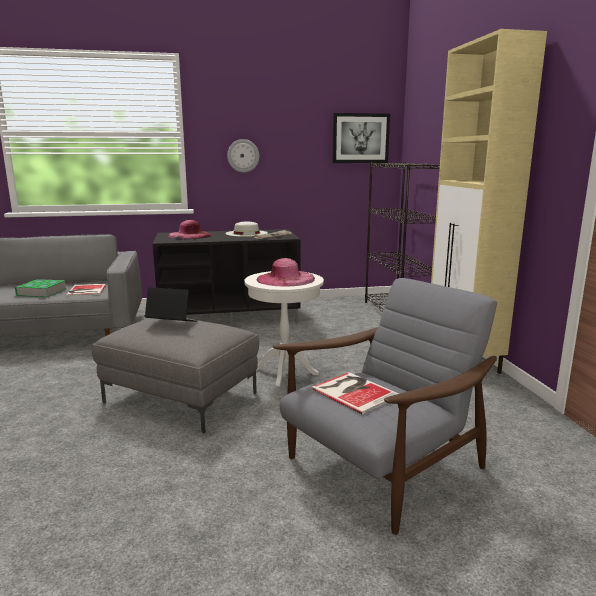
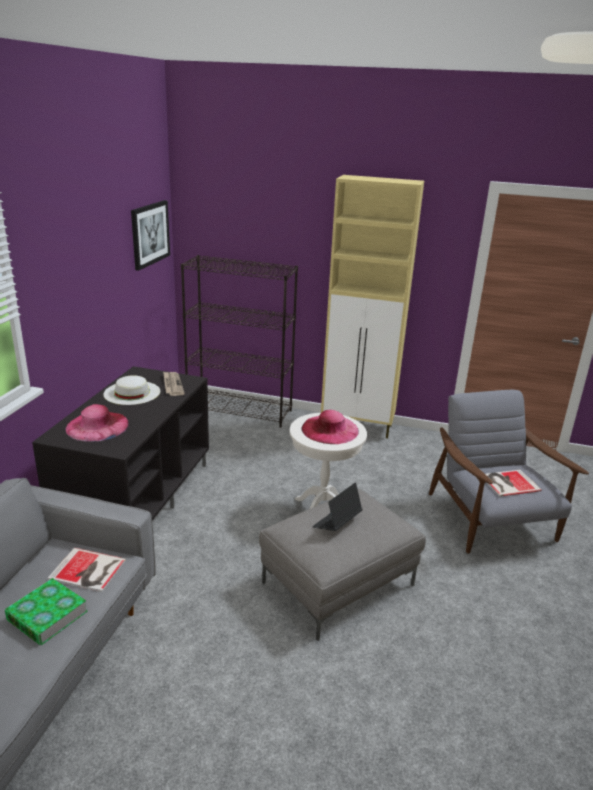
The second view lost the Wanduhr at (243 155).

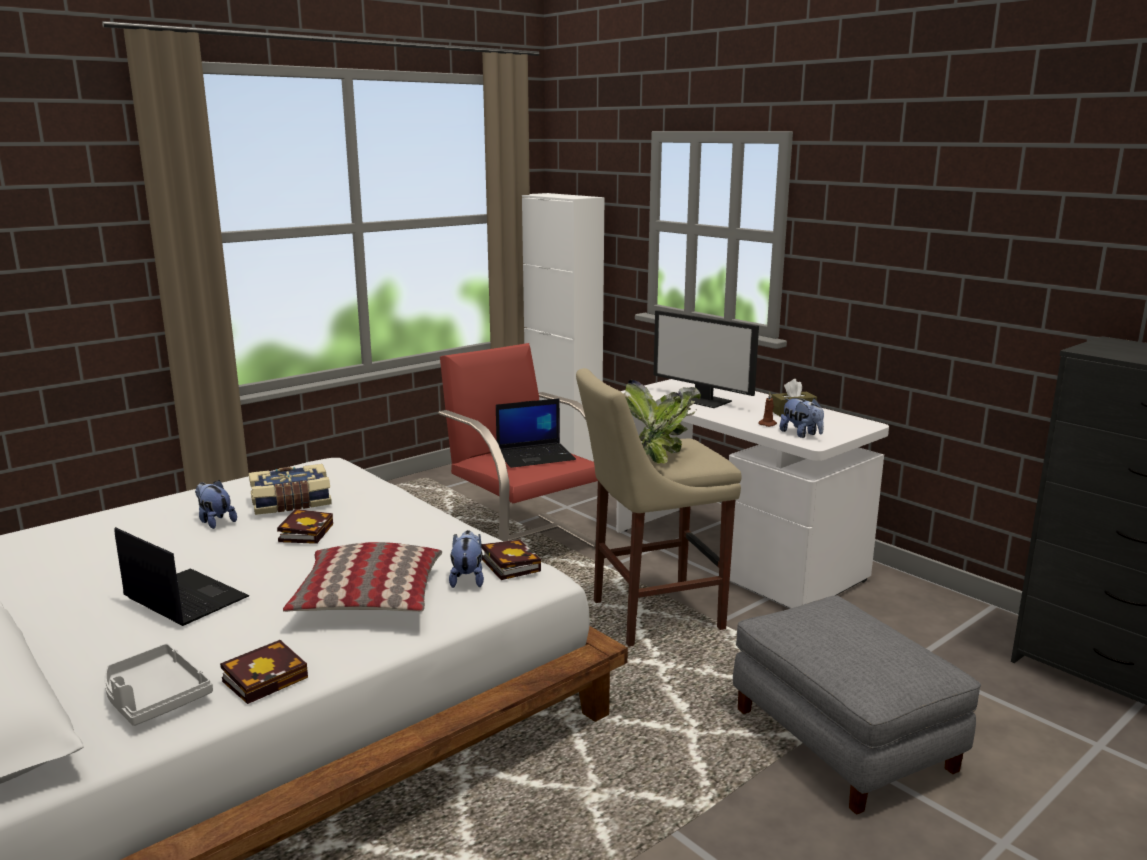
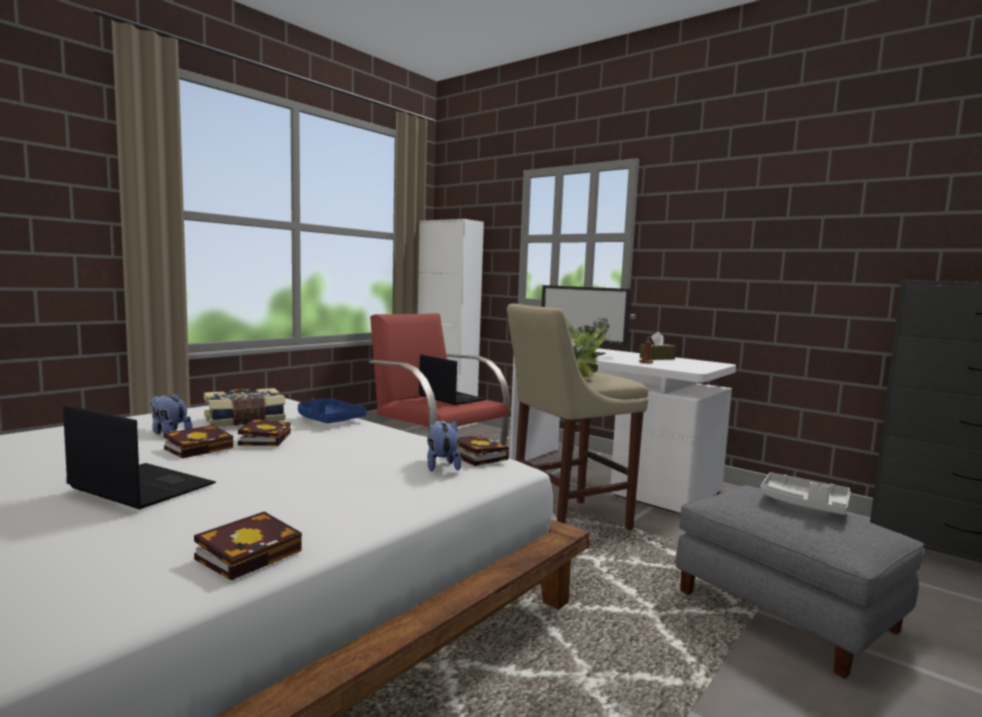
The second view lost the Kissen at (368 599).
The second view lost the Plüschtier at (801 434).
The second view gained the Buch at (201 447).
The second view gained the Tablett/blau at (328 420).
The Tablett/grau ended up elsewhere, having gone from (154 697) to (804 504).
The Laptop at (536 456) ended up facing another way, 105 degrees counterclockwise from before.

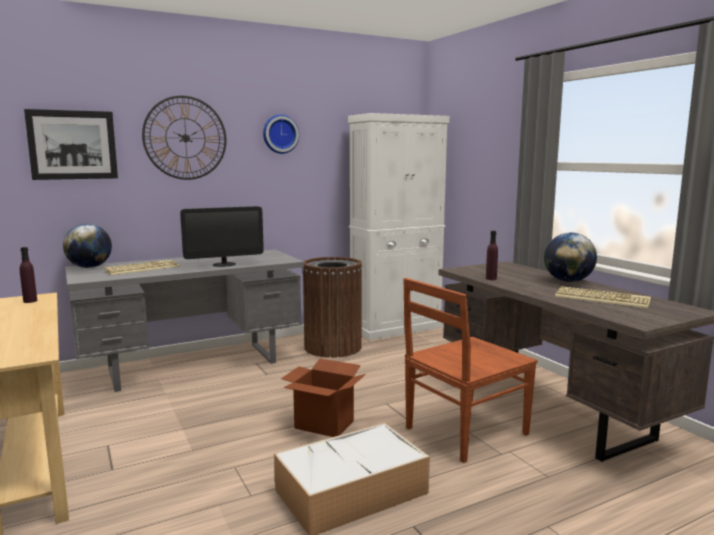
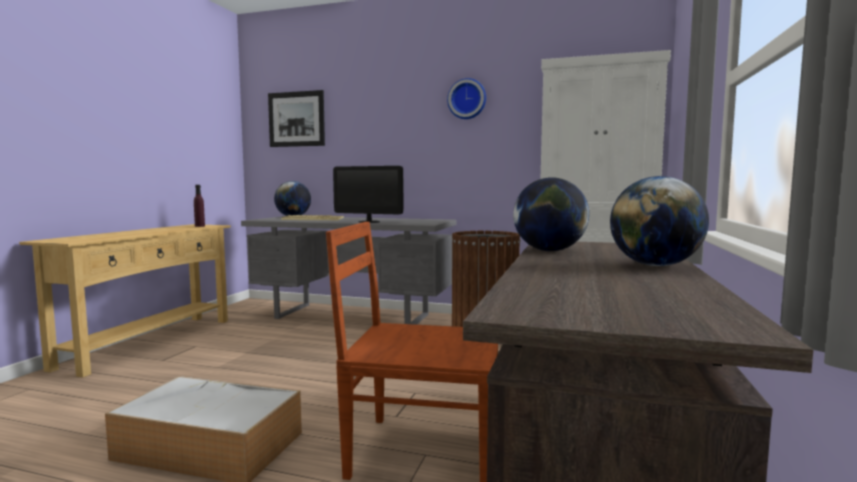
The second view lost the Wanduhr at (185 138).
The second view lost the Karton at (324 424).
The second view lost the Tastatur at (603 298).
Where the Flasche/lila stood at (491 278), the Globus came to stand at (549 251).

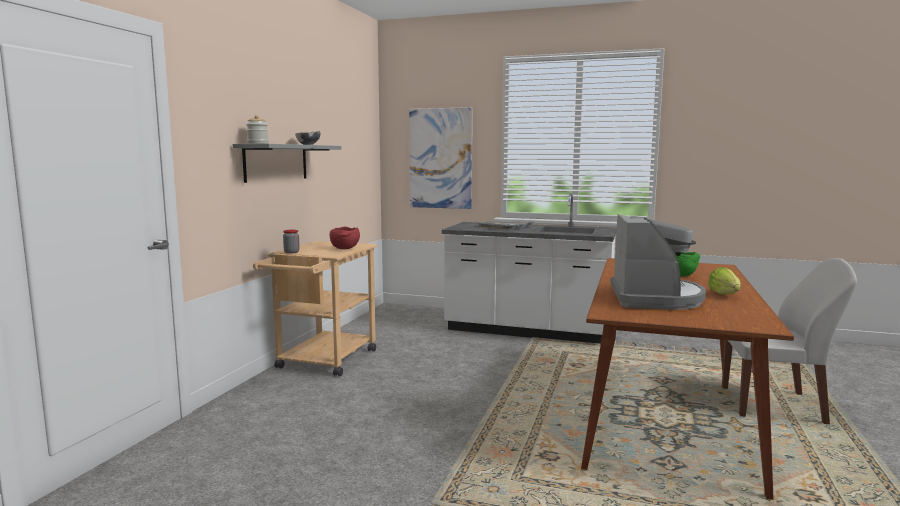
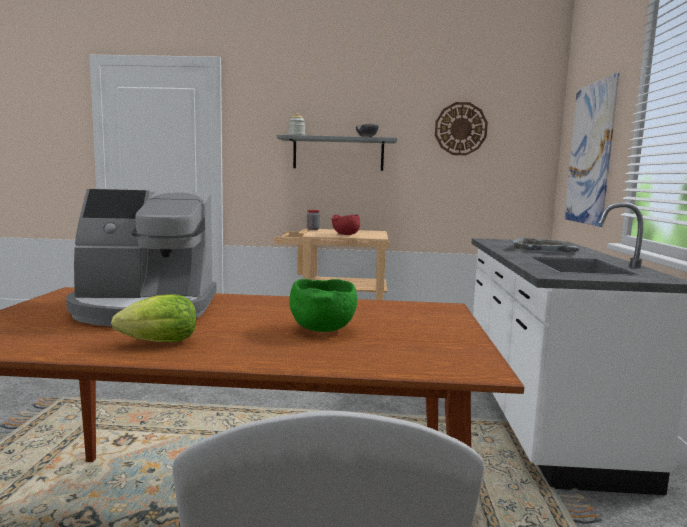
The second view gained the Wanduhr at (460 129).

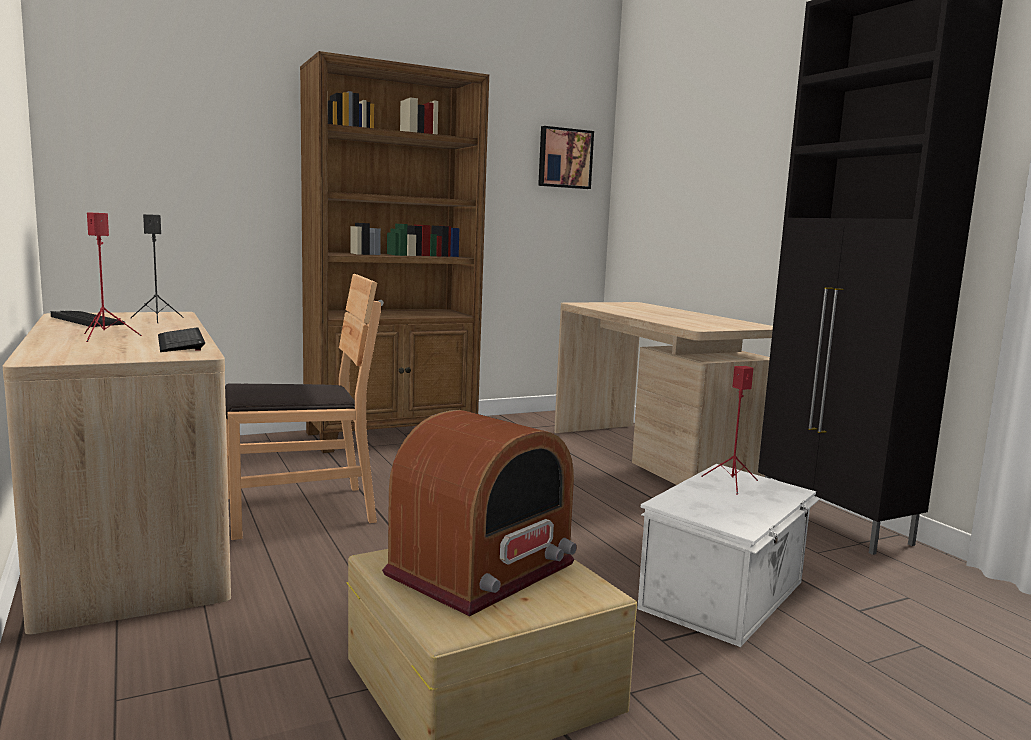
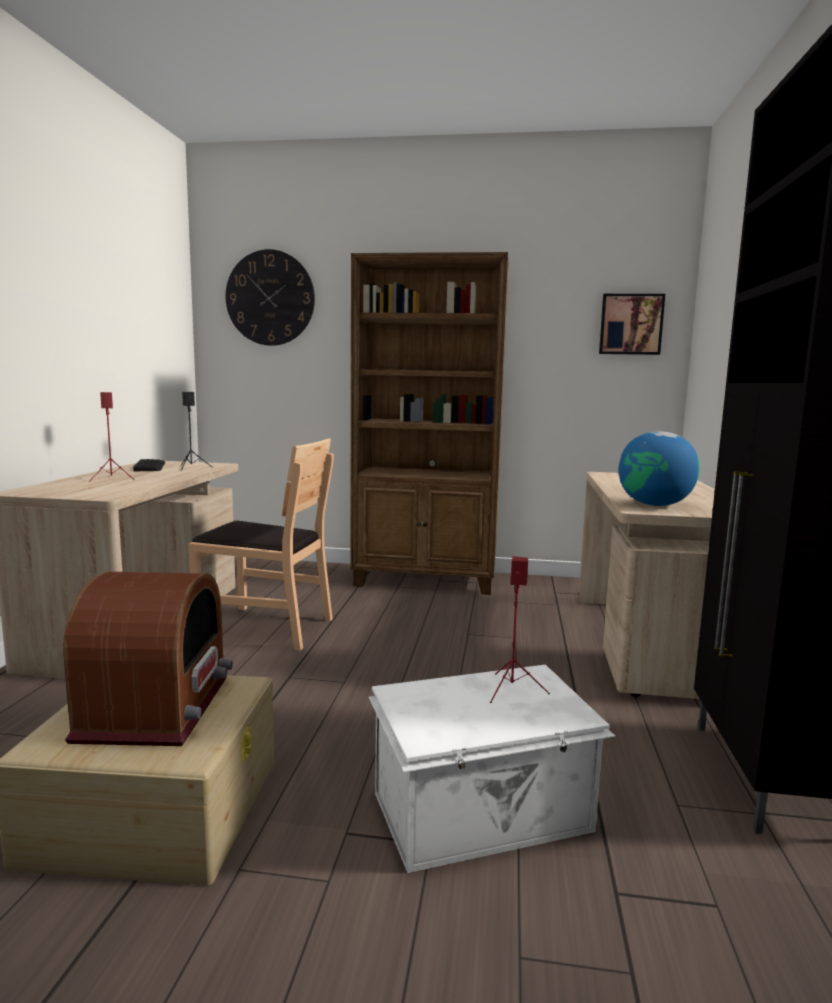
The second view lost the Tastatur at (180 342).
The second view gained the Wanduhr at (270 298).
The second view gained the Globus at (655 505).
The Radio at (482 569) ended up facing another way, 75 degrees counterclockwise from before.

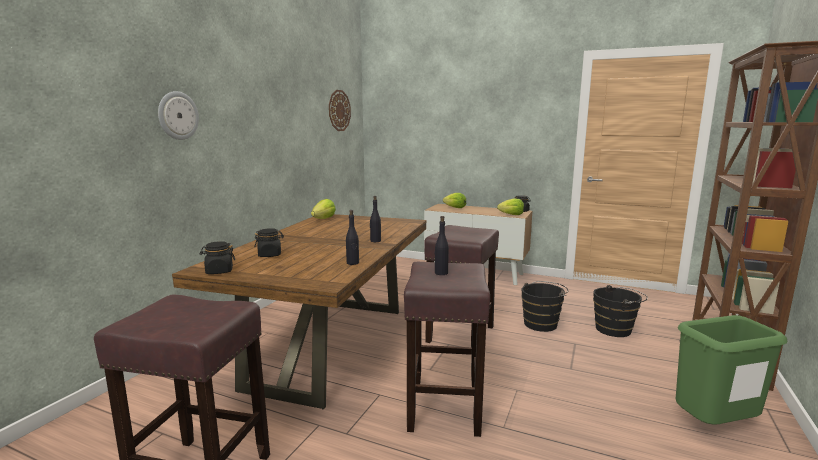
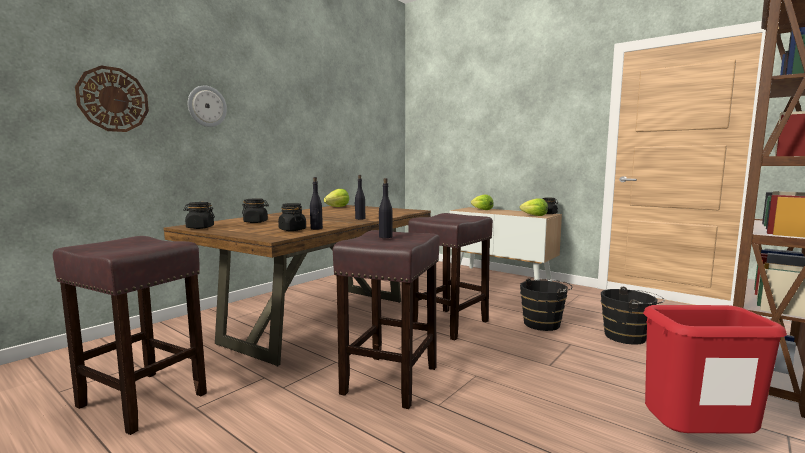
The second view gained the Vorratsglas/schwarz at (292 230).
The Wanduhr ended up elsewhere, having gone from (339 110) to (113 99).
What was the Mülleimer/grün at (714 428) turned into the Mülleimer/rot at (696 444).

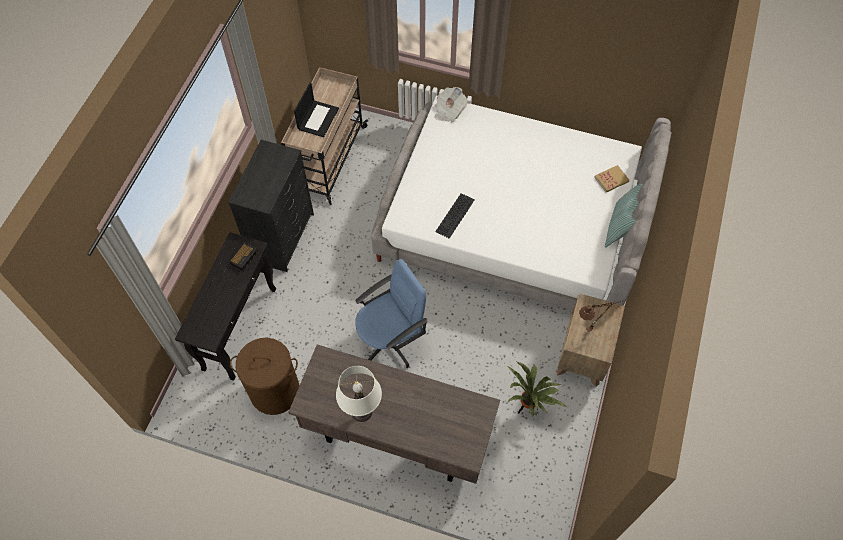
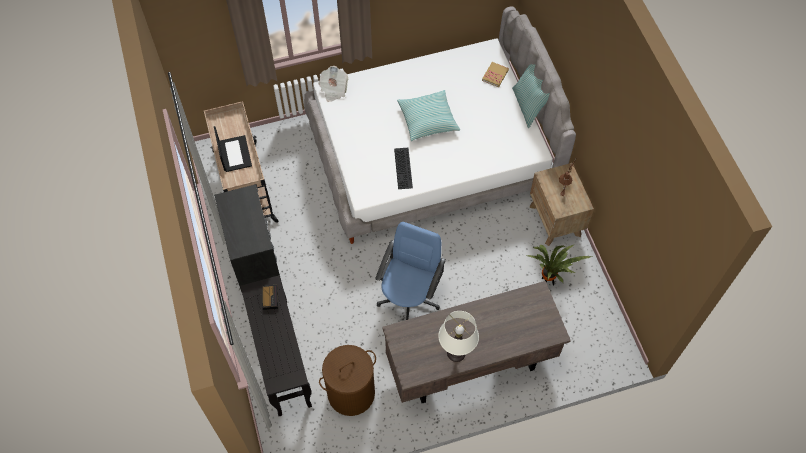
The second view gained the Kissen at (427 119).

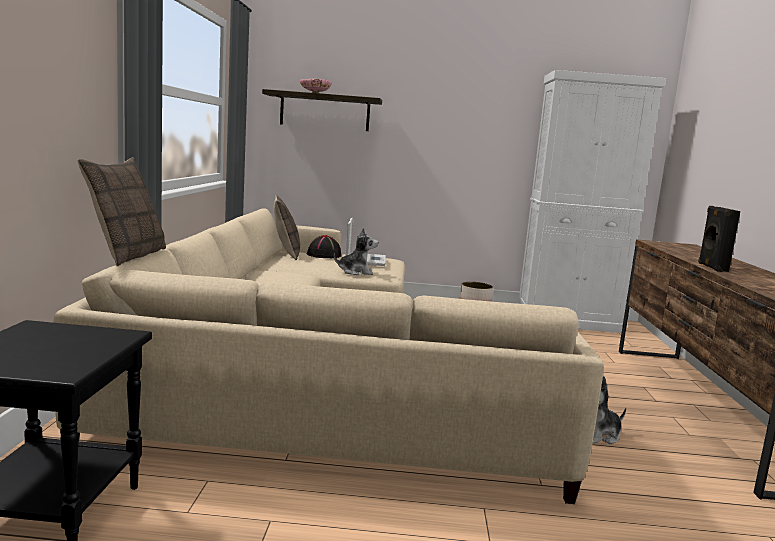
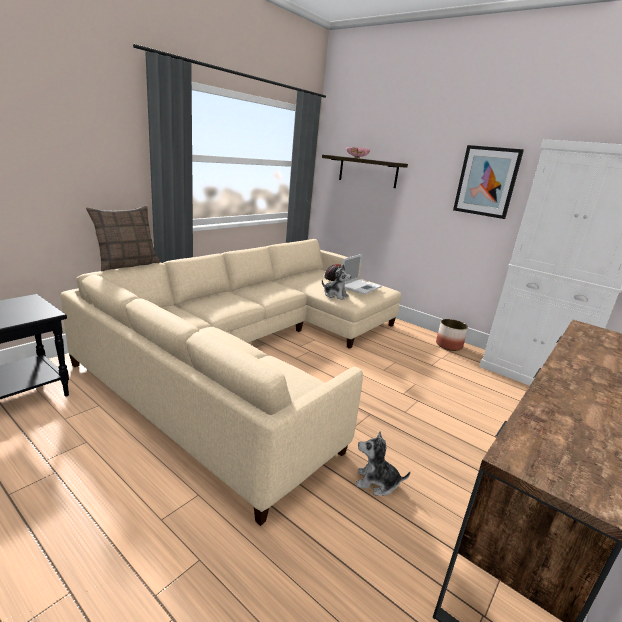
The second view lost the Kissen at (285 254).
The second view lost the Lautsprecher/schwarz at (711 267).
The second view gained the Bild at (486 181).

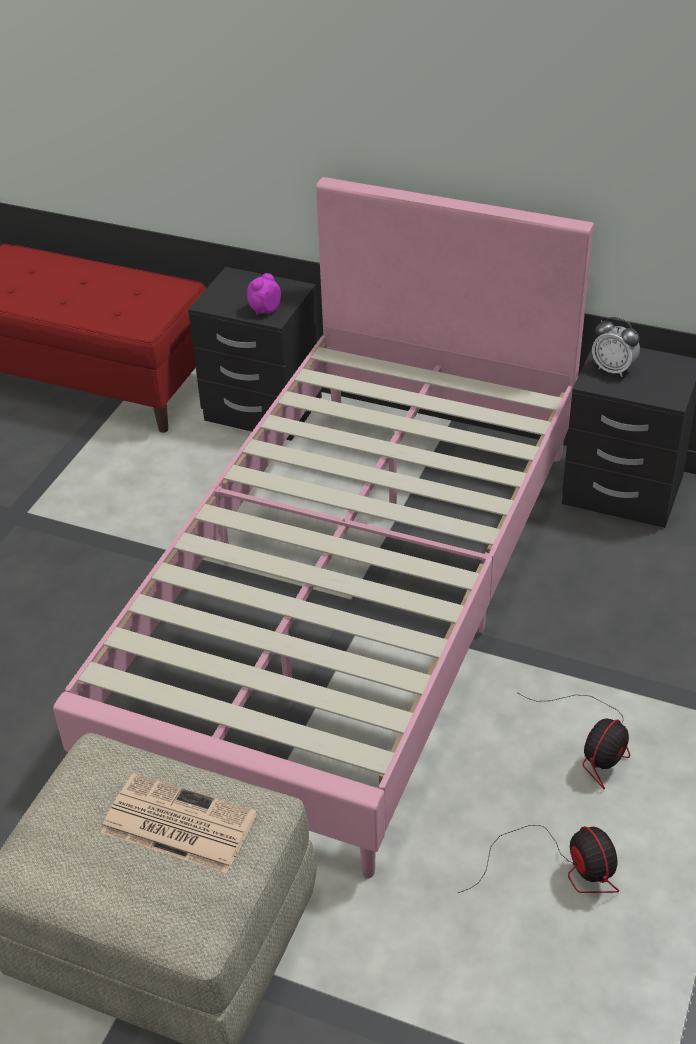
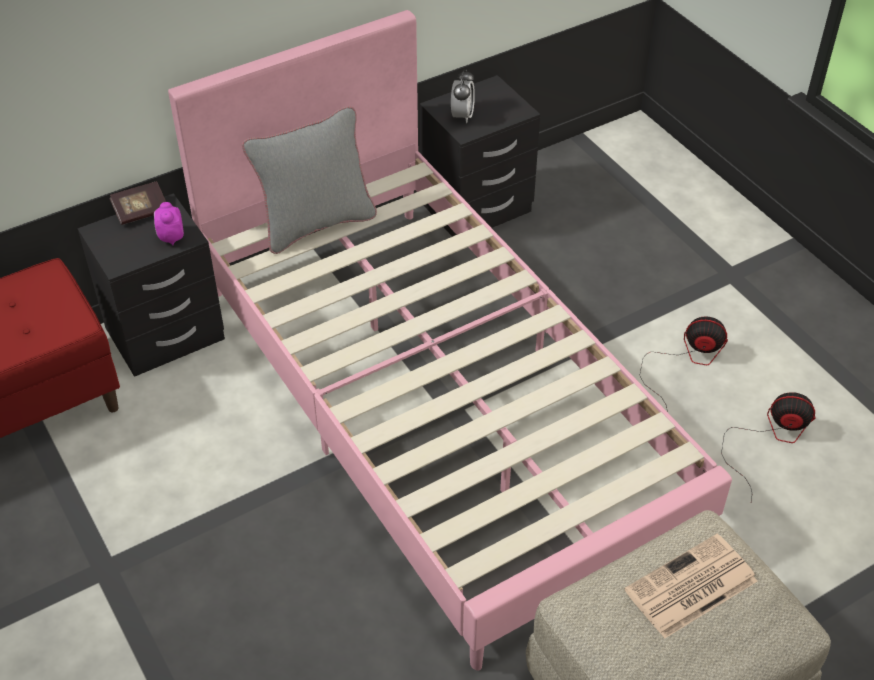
The second view gained the Buch at (141 212).
The second view gained the Kissen/grau at (316 224).
The Ventilator at (594 745) ended up facing another way, 60 degrees counterclockwise from before.
The Wecker at (613 369) ended up facing another way, 60 degrees counterclockwise from before.

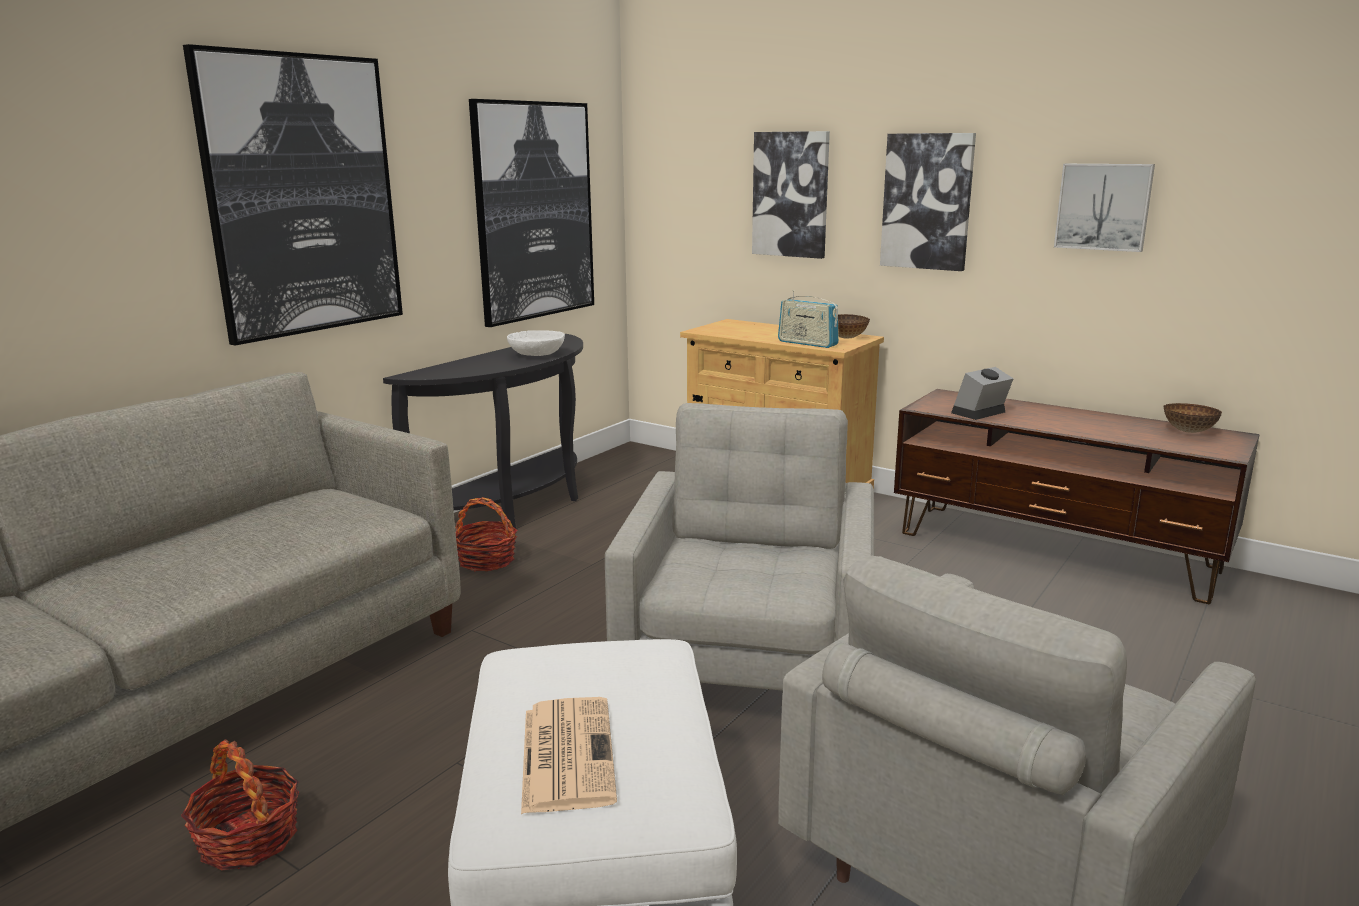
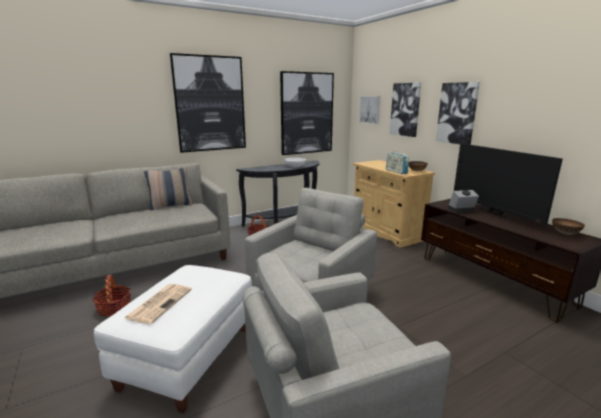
The second view gained the Kissen at (171 206).
The second view gained the Fernseher at (494 213).
The Bild ended up elsewhere, having gone from (1103 206) to (370 109).

